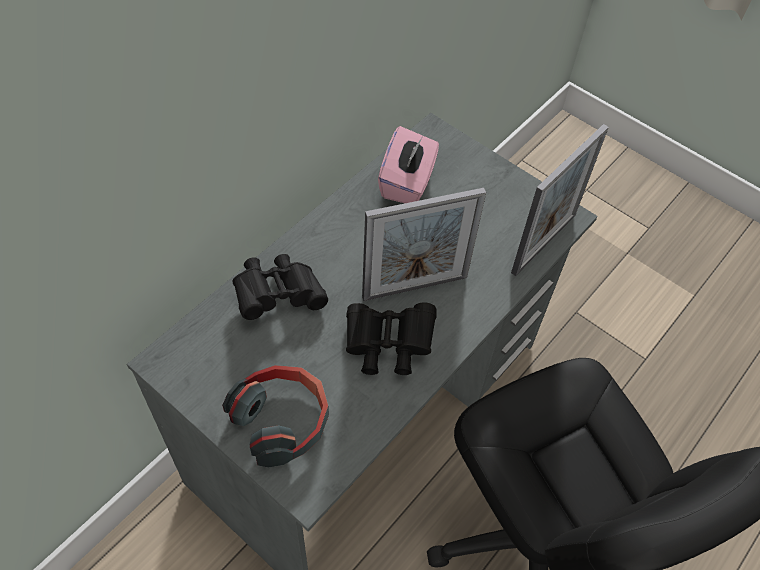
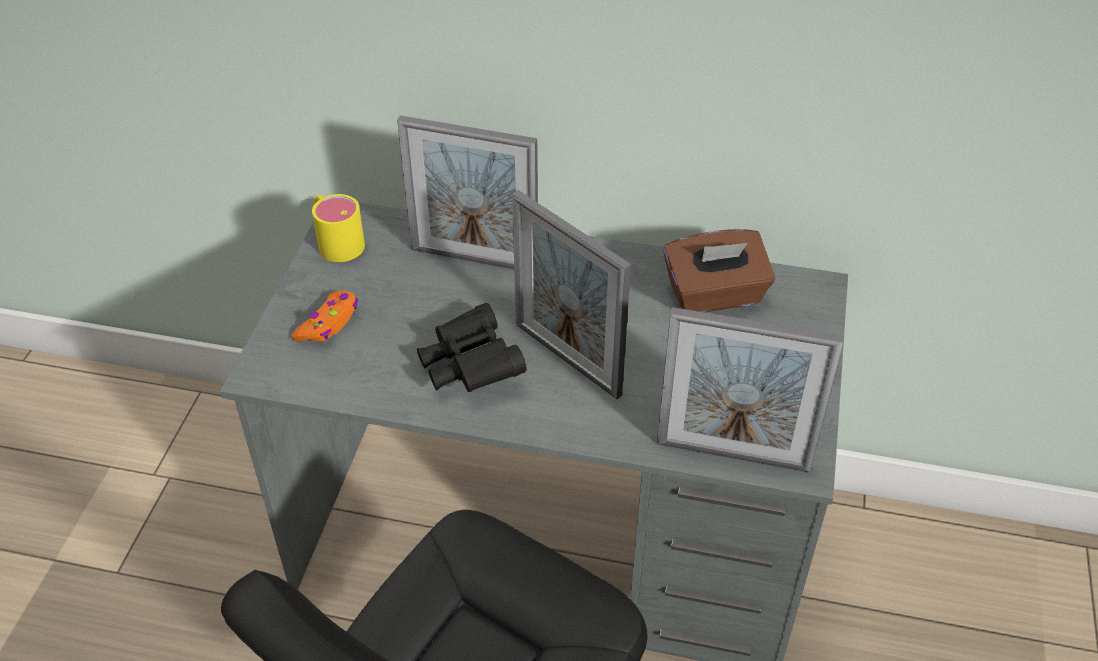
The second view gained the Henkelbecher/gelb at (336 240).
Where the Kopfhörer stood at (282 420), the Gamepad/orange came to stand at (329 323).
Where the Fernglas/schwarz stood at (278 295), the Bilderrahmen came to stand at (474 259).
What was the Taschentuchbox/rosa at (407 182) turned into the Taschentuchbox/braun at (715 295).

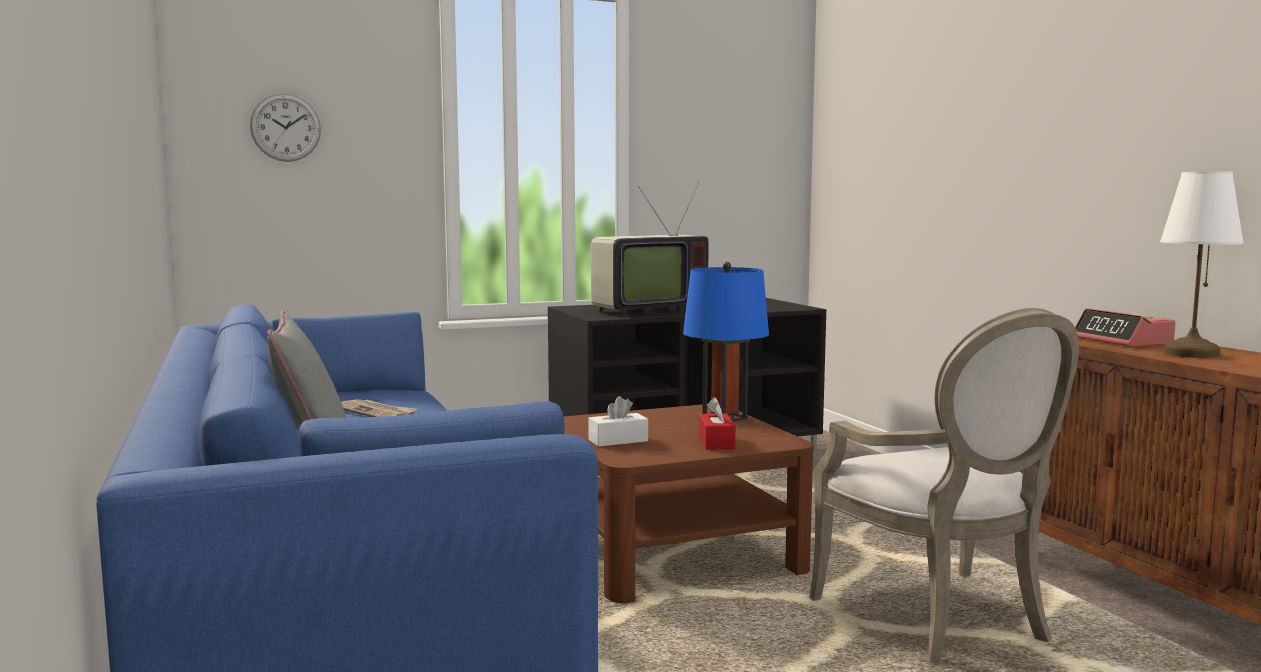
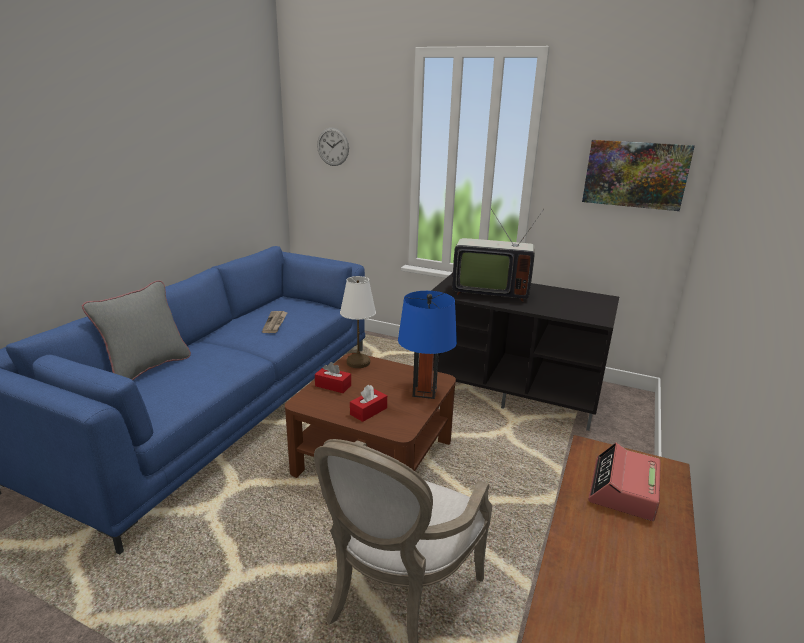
The second view gained the Bild at (635 174).
The Tischlampe/weiß ended up elsewhere, having gone from (1190 354) to (357 362).
What was the Taschentuchbox/weiß at (618 440) turned into the Taschentuchbox/rot at (333 386).

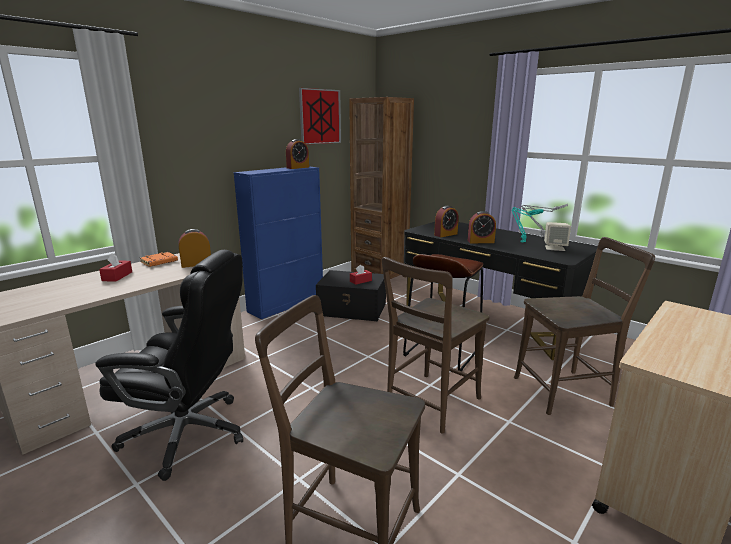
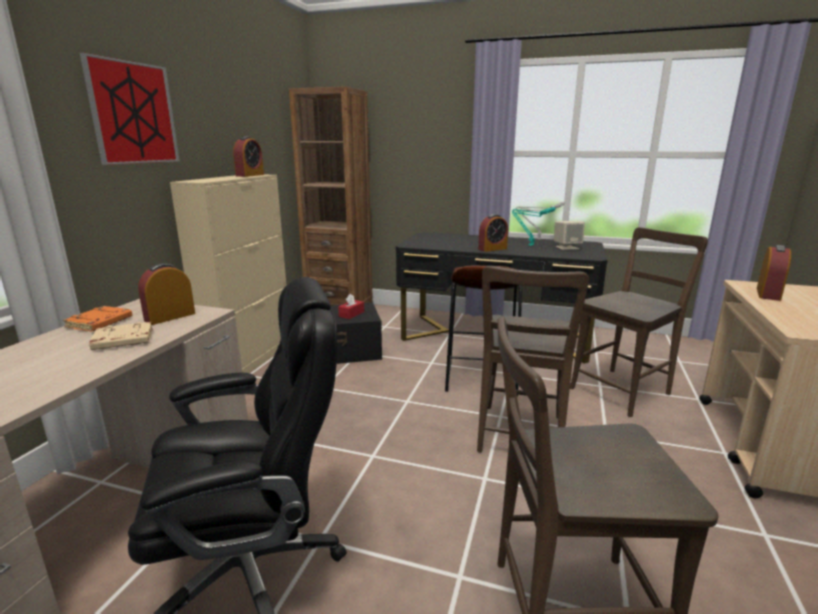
The second view lost the Taschentuchbox/rot at (117 276).
The second view gained the Buch/beige at (122 341).
The Bild ended up elsewhere, having gone from (320 116) to (133 113).
The Wecker ended up elsewhere, having gone from (445 234) to (768 294).
What was the Schrank/blau at (287 303) turned into the Schrank/beige at (250 359).

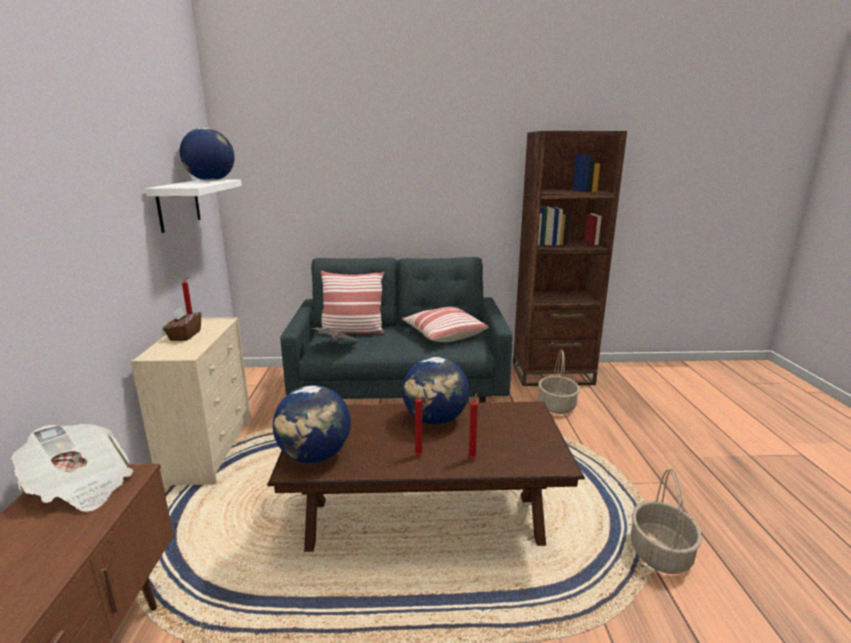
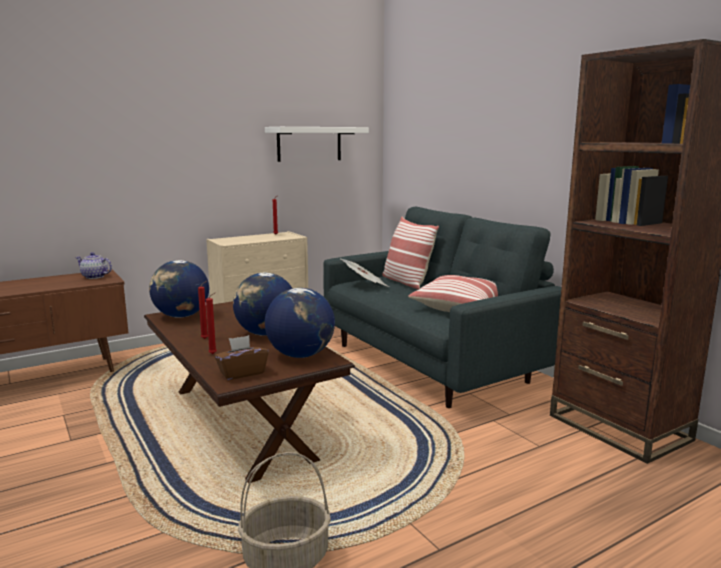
The second view lost the Korb at (556 405).
The Taschentuchbox/braun ended up elsewhere, having gone from (184 336) to (242 373).
The Globus ended up elsewhere, having gone from (210 181) to (300 355).
Where the Zeitung stood at (81 487), the Teekanne came to stand at (95 277).

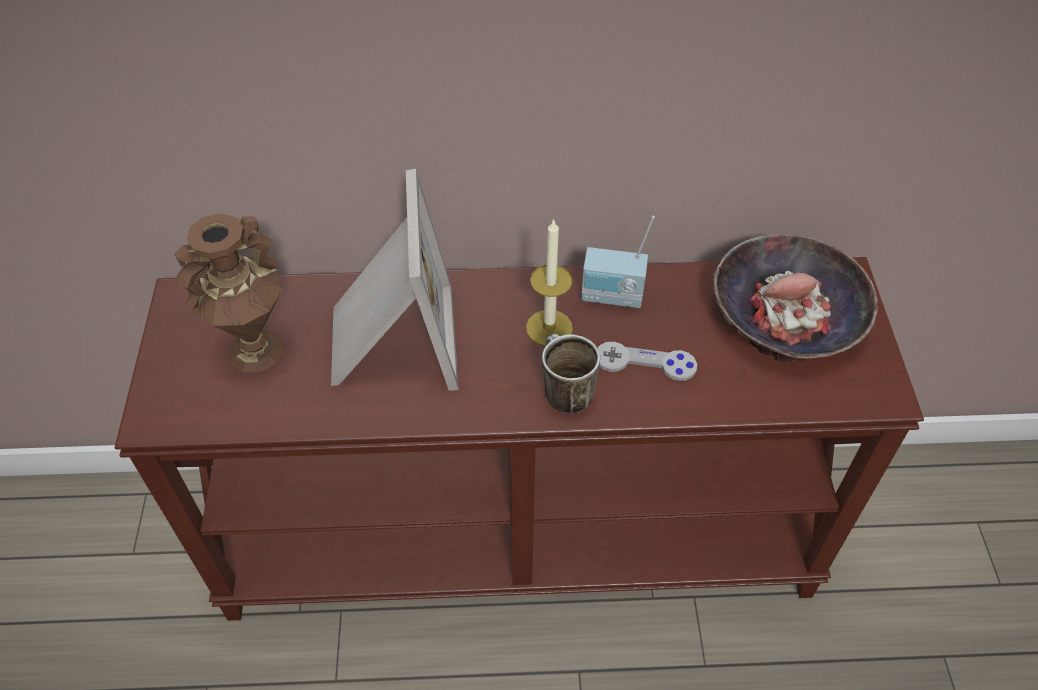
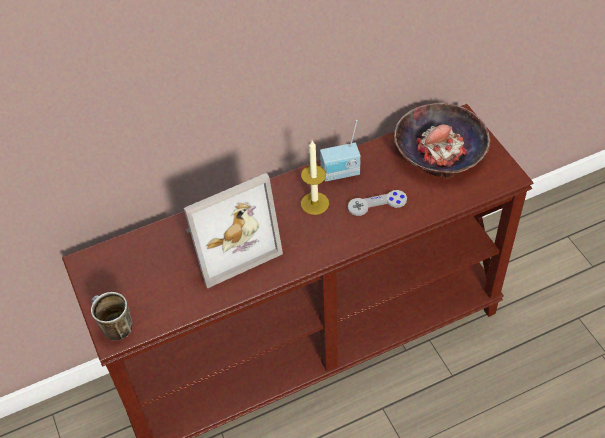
The second view lost the Vase/braun at (256 352).
The Henkelbecher ended up elsewhere, having gone from (562 392) to (113 327).
The Bilderrahmen at (391 341) ended up facing another way, 90 degrees clockwise from before.

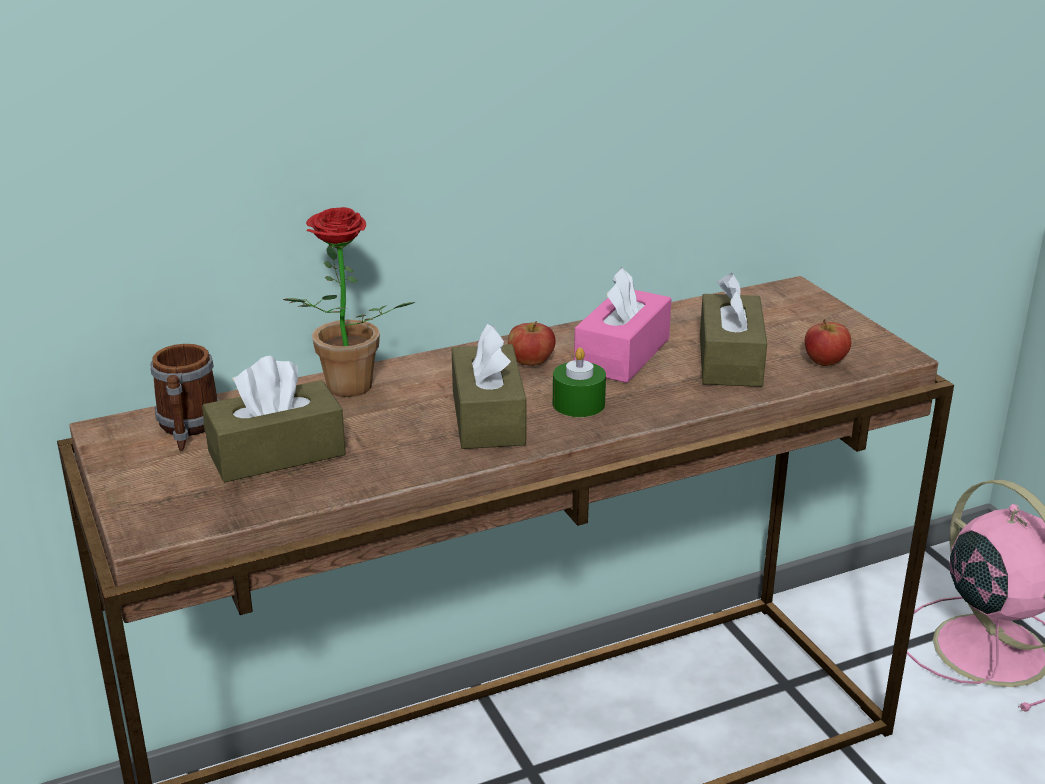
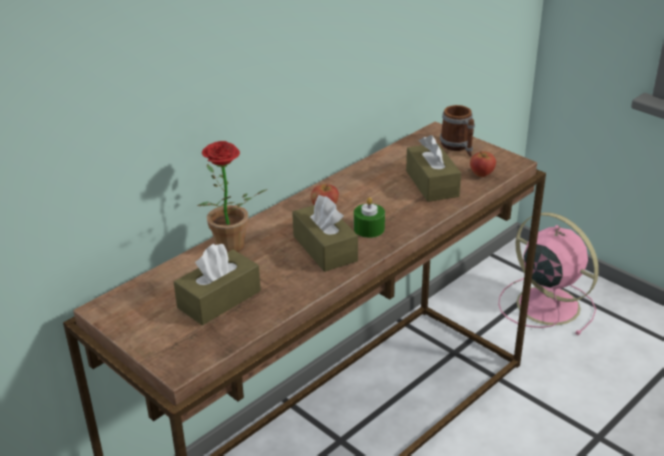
The second view lost the Taschentuchbox/rosa at (622 354).
The Henkelbecher ended up elsewhere, having gone from (188 429) to (458 147).

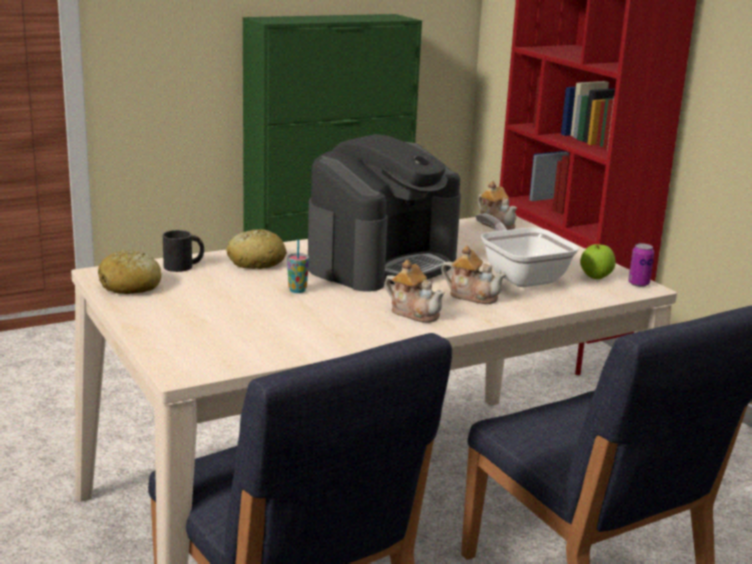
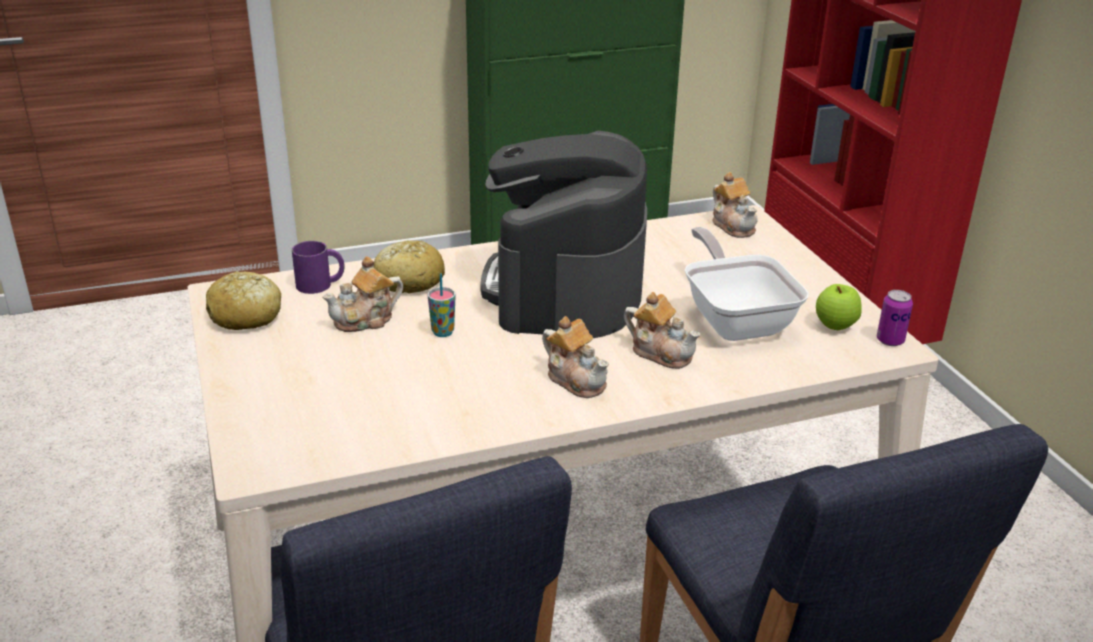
The second view gained the Teekanne at (366 320).
What was the Henkelbecher/schwarz at (184 266) turned into the Henkelbecher/lila at (321 284).
The Kaffeemaschine at (382 263) ended up facing another way, 135 degrees clockwise from before.

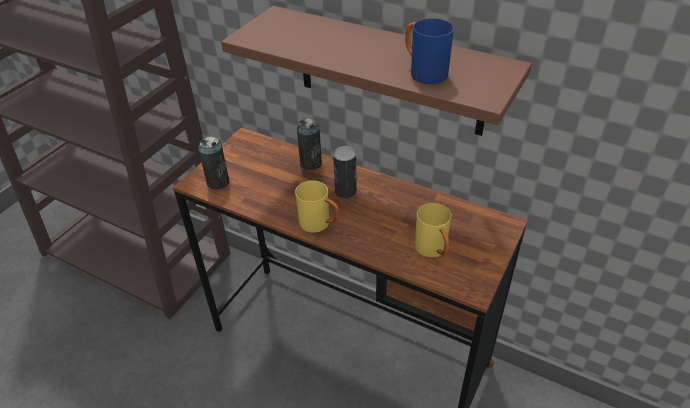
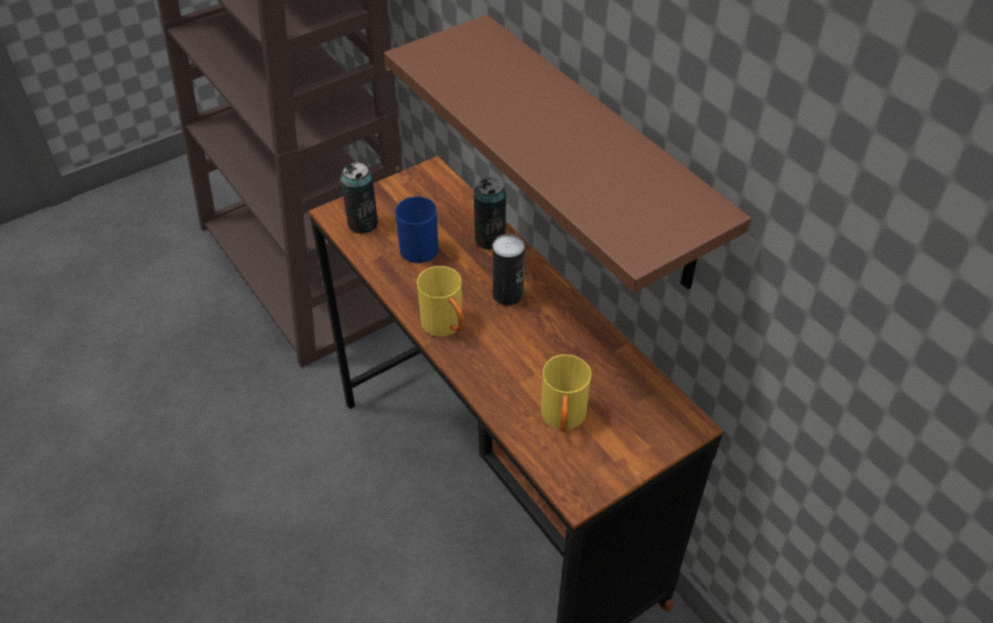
The Henkelbecher/blau ended up elsewhere, having gone from (423 72) to (417 244).

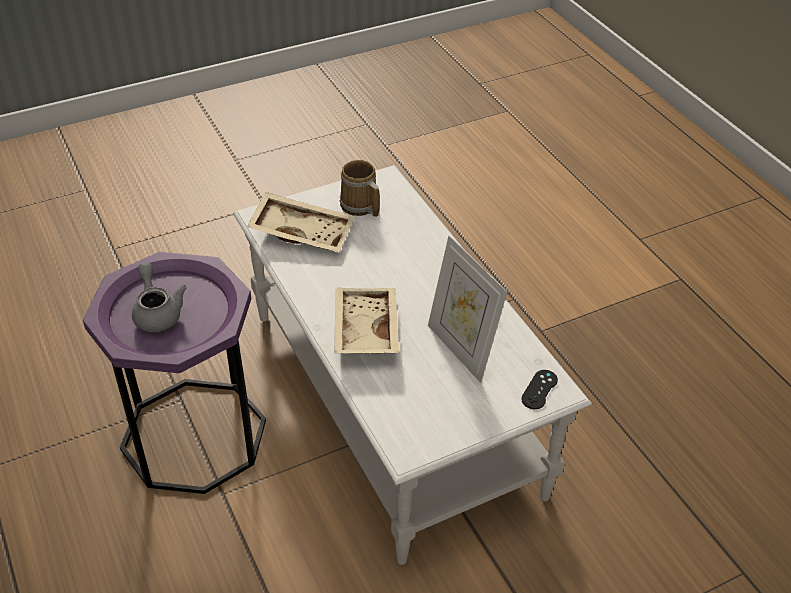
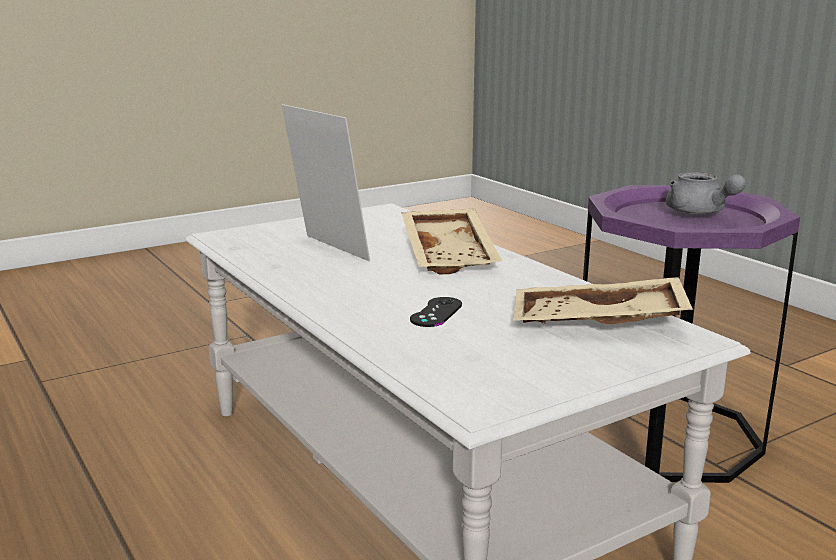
The second view lost the Henkelbecher at (359 206).
The Gamepad/schwarz ended up elsewhere, having gone from (539 389) to (436 312).

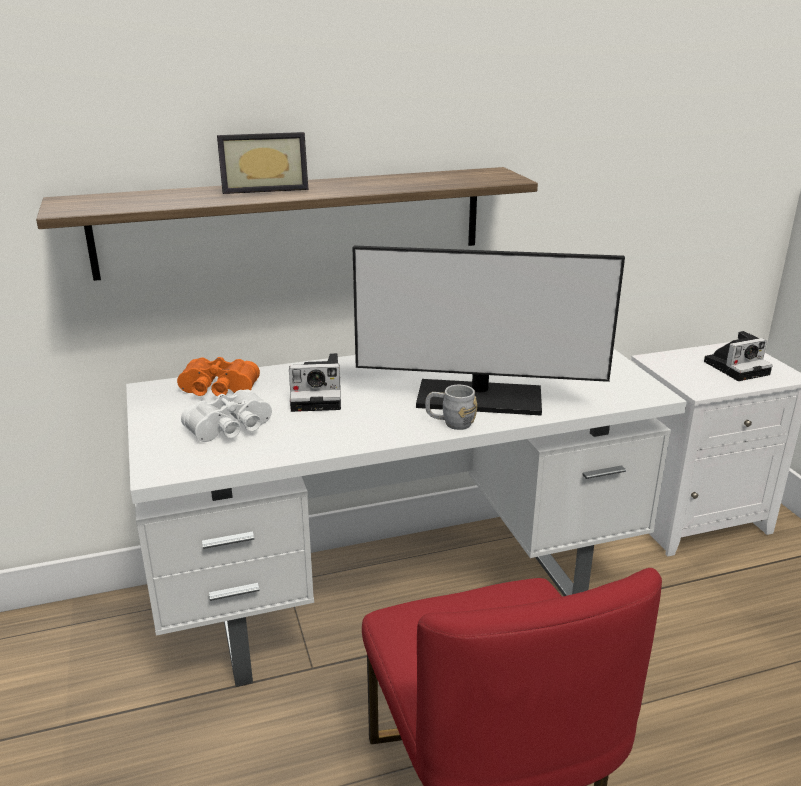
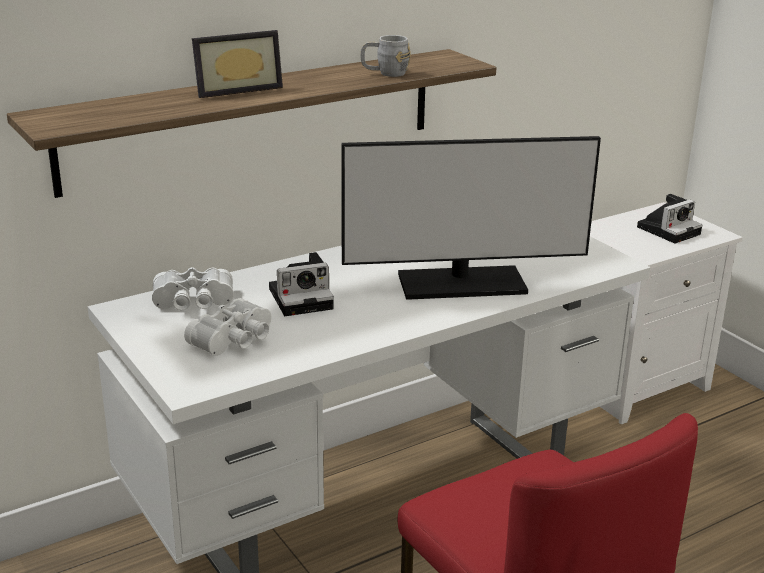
The Henkelbecher/grau ended up elsewhere, having gone from (450 423) to (385 73).
What was the Fernglas/orange at (217 390) turned into the Fernglas/weiß at (193 303).

